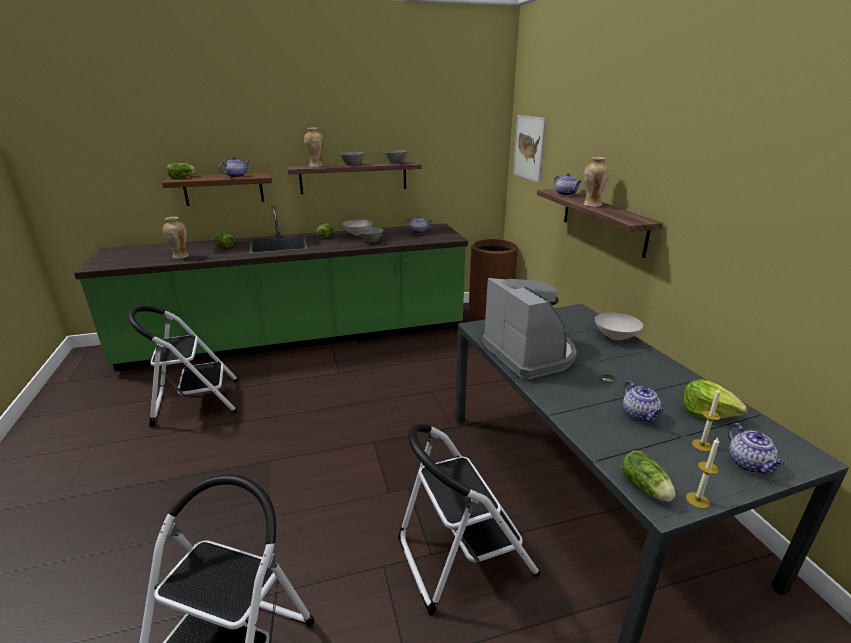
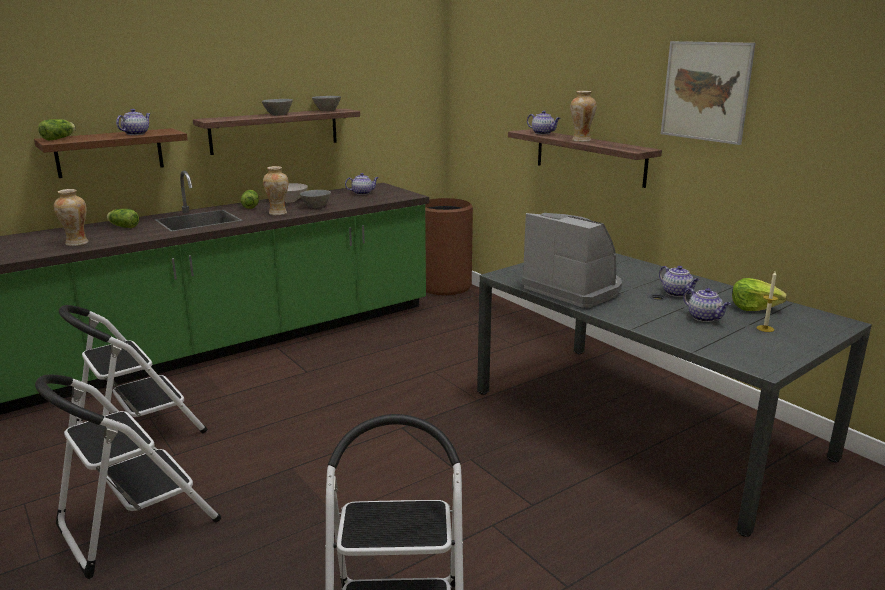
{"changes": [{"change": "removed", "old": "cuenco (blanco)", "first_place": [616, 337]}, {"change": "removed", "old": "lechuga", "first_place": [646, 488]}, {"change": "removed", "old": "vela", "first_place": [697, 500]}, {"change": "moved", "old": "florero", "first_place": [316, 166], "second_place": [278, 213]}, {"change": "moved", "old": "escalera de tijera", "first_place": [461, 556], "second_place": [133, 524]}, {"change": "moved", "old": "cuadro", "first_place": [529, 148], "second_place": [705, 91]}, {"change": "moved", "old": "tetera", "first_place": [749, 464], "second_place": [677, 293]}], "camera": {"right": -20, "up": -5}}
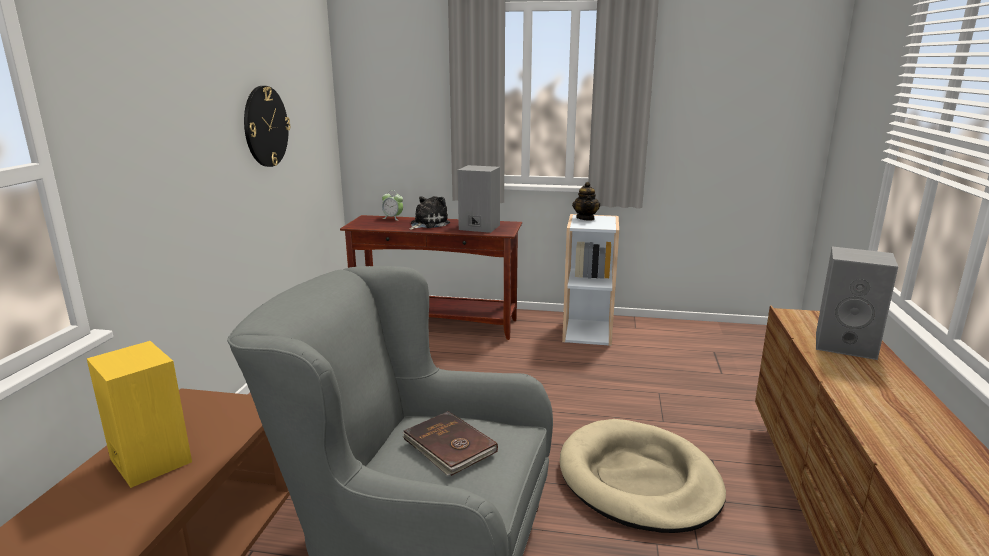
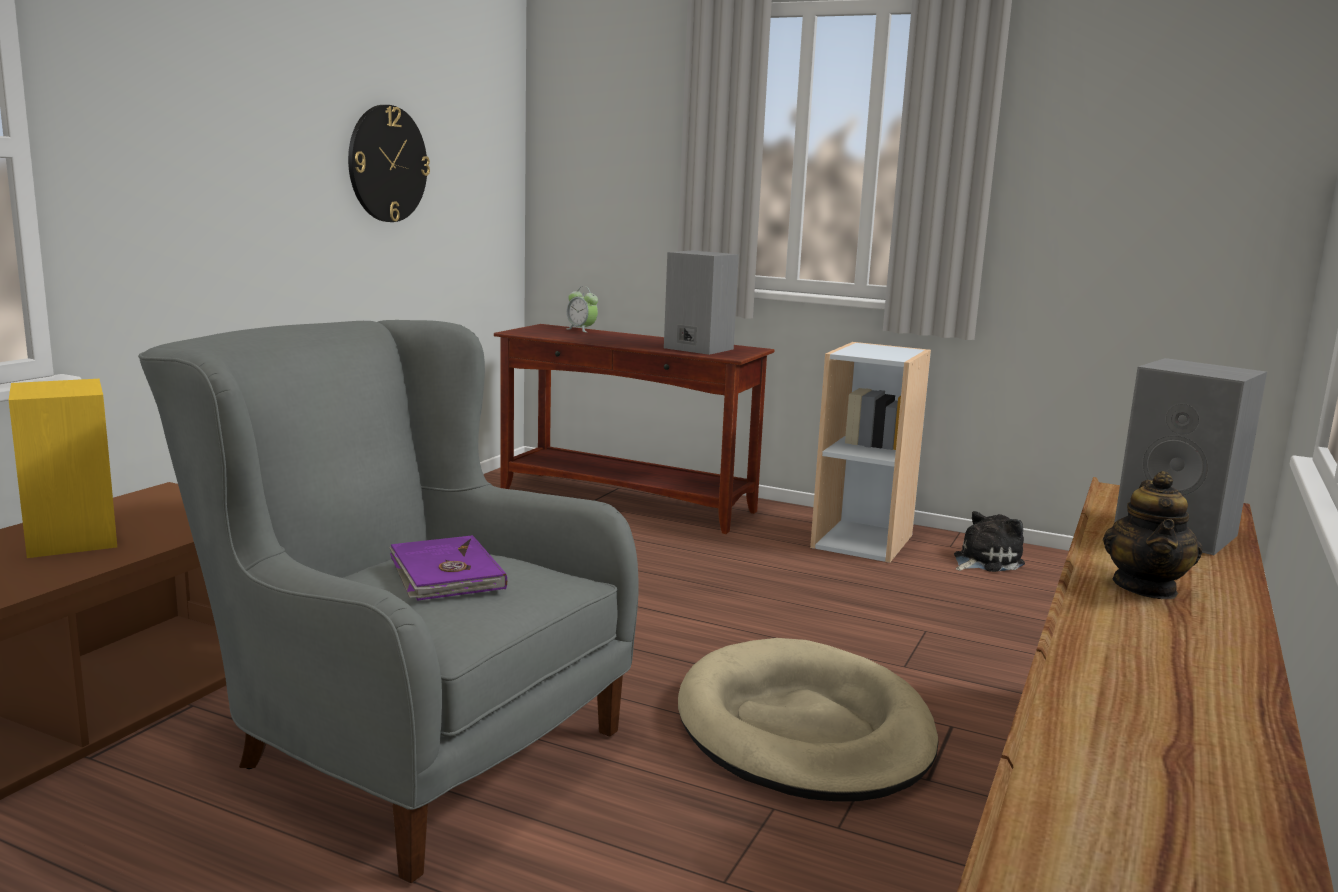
{"changes": [{"change": "moved", "old": "peluche", "first_place": [427, 224], "second_place": [984, 561]}, {"change": "moved", "old": "tetera", "first_place": [585, 218], "second_place": [1146, 588]}, {"change": "recoloured", "old": "libro (marrón)", "new": "libro (morado)", "first_place": [449, 446], "second_place": [444, 574]}], "camera": {"right": 15, "up": -5}}
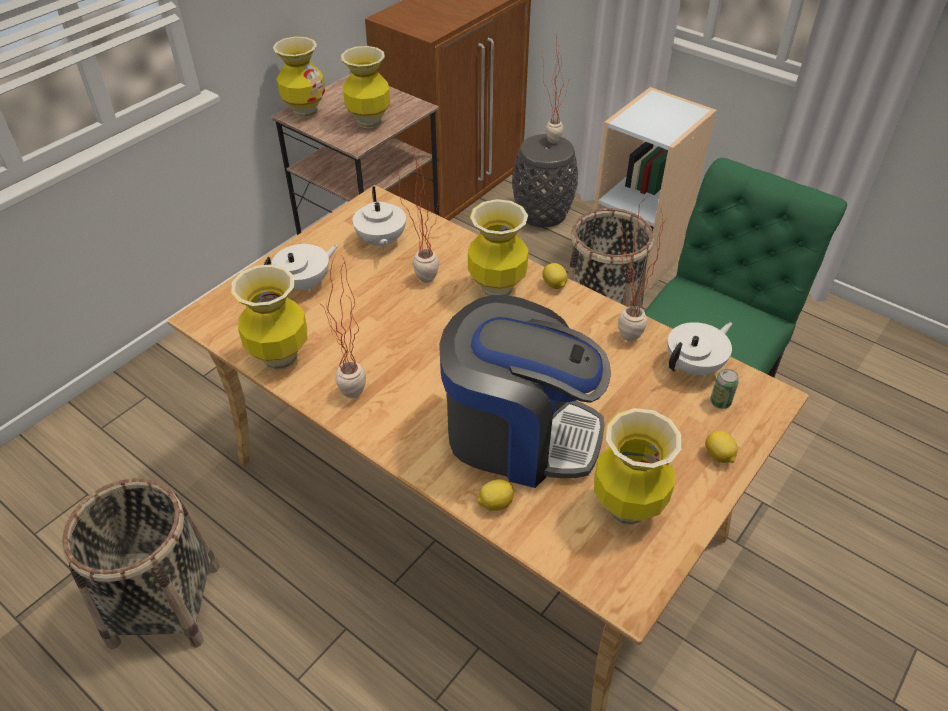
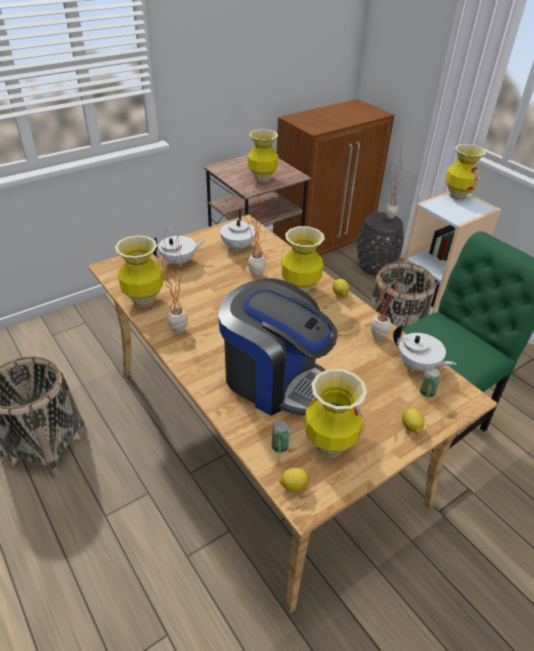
{"changes": [{"change": "added", "new": "lata", "second_place": [280, 446]}, {"change": "moved", "old": "florero", "first_place": [305, 111], "second_place": [457, 196]}, {"change": "moved", "old": "limón", "first_place": [495, 503], "second_place": [293, 486]}, {"change": "turned", "old": "tetera (blanco)", "first_place": [694, 366], "second_place": [417, 365], "degrees": 60}], "camera": {"right": 15, "up": -5}}
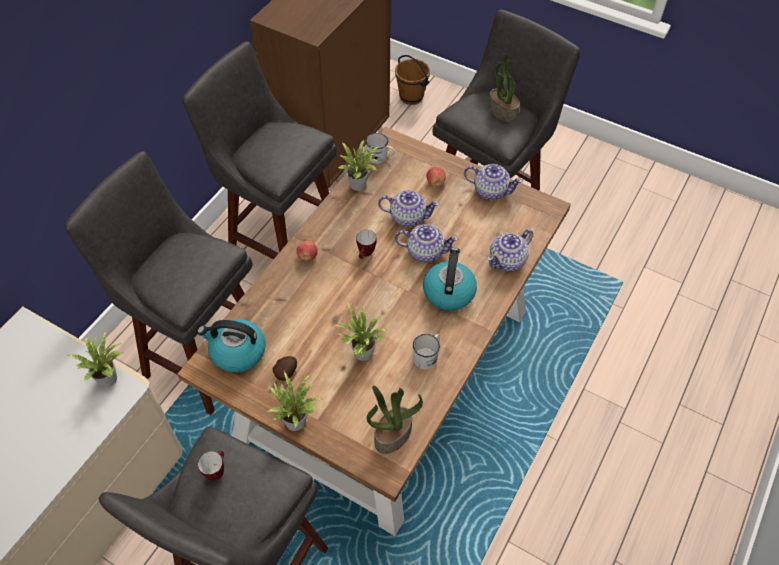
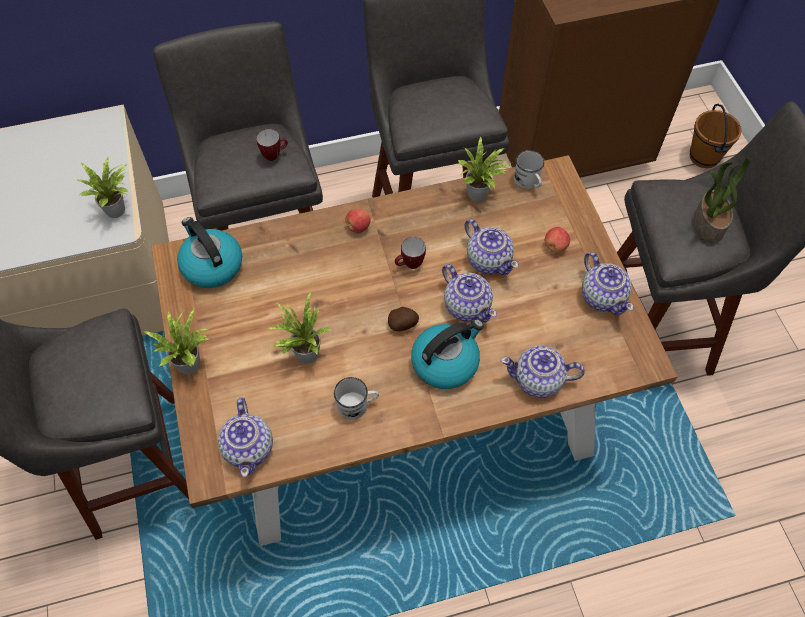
{"changes": [{"change": "moved", "old": "taza grande", "first_place": [216, 471], "second_place": [274, 155]}, {"change": "moved", "old": "patata", "first_place": [286, 372], "second_place": [403, 324]}, {"change": "replaced", "old": "planta en maceta", "new": "tetera", "first_place": [393, 434], "second_place": [249, 447]}], "camera": {"right": 45, "up": 5}}
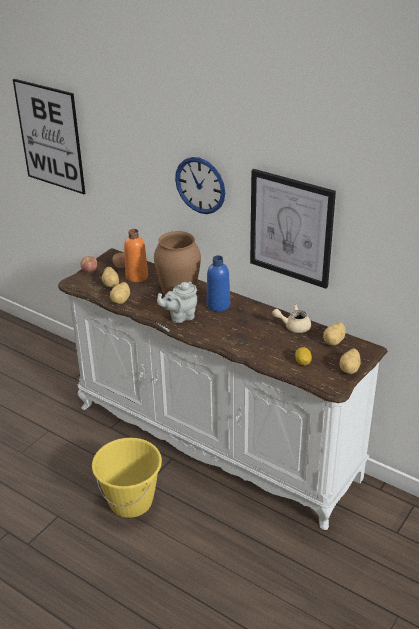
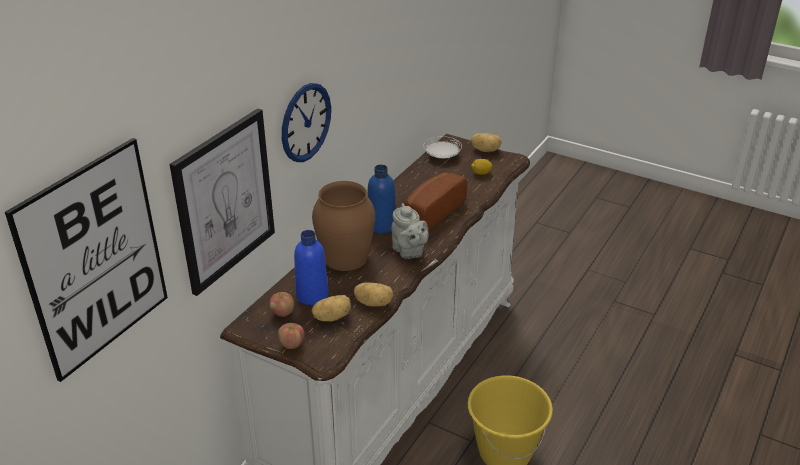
{"changes": [{"change": "removed", "old": "tetera (beis)", "first_place": [293, 326]}, {"change": "added", "new": "pan", "second_place": [431, 212]}, {"change": "moved", "old": "cuadro", "first_place": [291, 228], "second_place": [224, 201]}, {"change": "replaced", "old": "patata", "new": "plato (blanco)", "first_place": [334, 341], "second_place": [442, 156]}, {"change": "recoloured", "old": "botella (naranja)", "new": "botella (azul)", "first_place": [137, 276], "second_place": [312, 295]}], "camera": {"right": -95, "up": 0}}
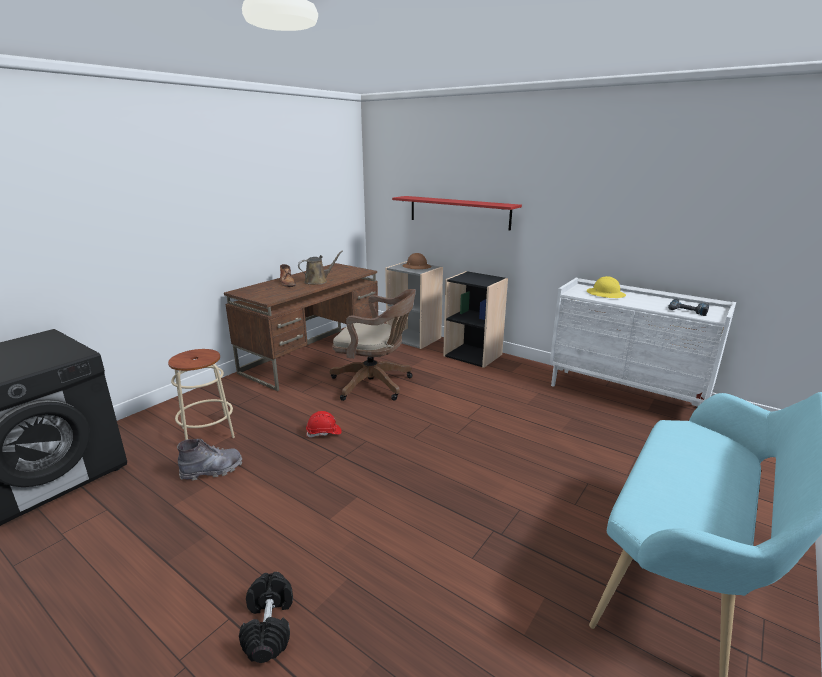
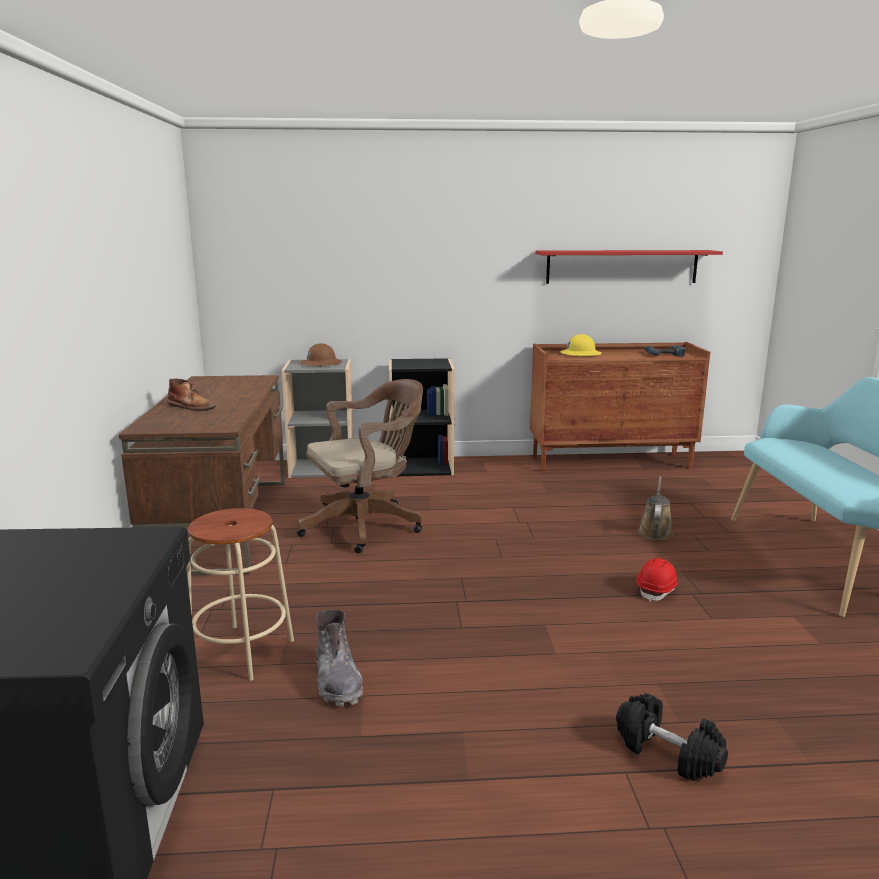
{"changes": [{"change": "moved", "old": "regadera (marrón)", "first_place": [318, 281], "second_place": [655, 531]}, {"change": "moved", "old": "casco (rojo)", "first_place": [324, 433], "second_place": [657, 590]}, {"change": "moved", "old": "estante (rojo)", "first_place": [458, 212], "second_place": [622, 266]}, {"change": "recoloured", "old": "armario (blanco)", "new": "armario (marrón)", "first_place": [625, 396], "second_place": [611, 462]}, {"change": "turned", "old": "bota (gris)", "first_place": [212, 470], "second_place": [337, 681], "degrees": 135}], "camera": {"right": -40, "up": -5}}
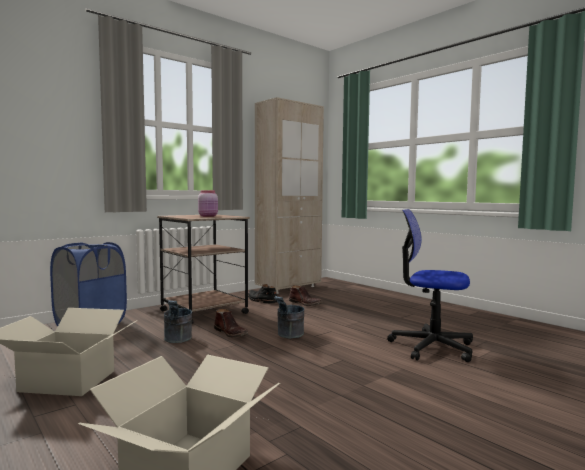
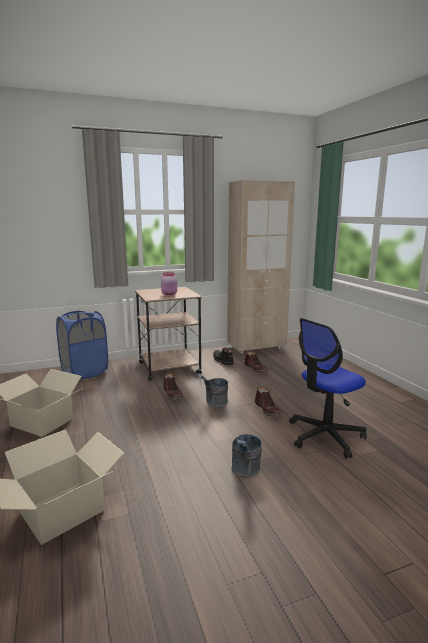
{"changes": [{"change": "added", "new": "bota (marrón)", "second_place": [268, 410]}, {"change": "moved", "old": "cubo (gris)", "first_place": [177, 340], "second_place": [245, 471]}, {"change": "turned", "old": "silla de oficina", "first_place": [431, 347], "second_place": [325, 436], "degrees": -75}], "camera": {"right": 20, "up": 10}}
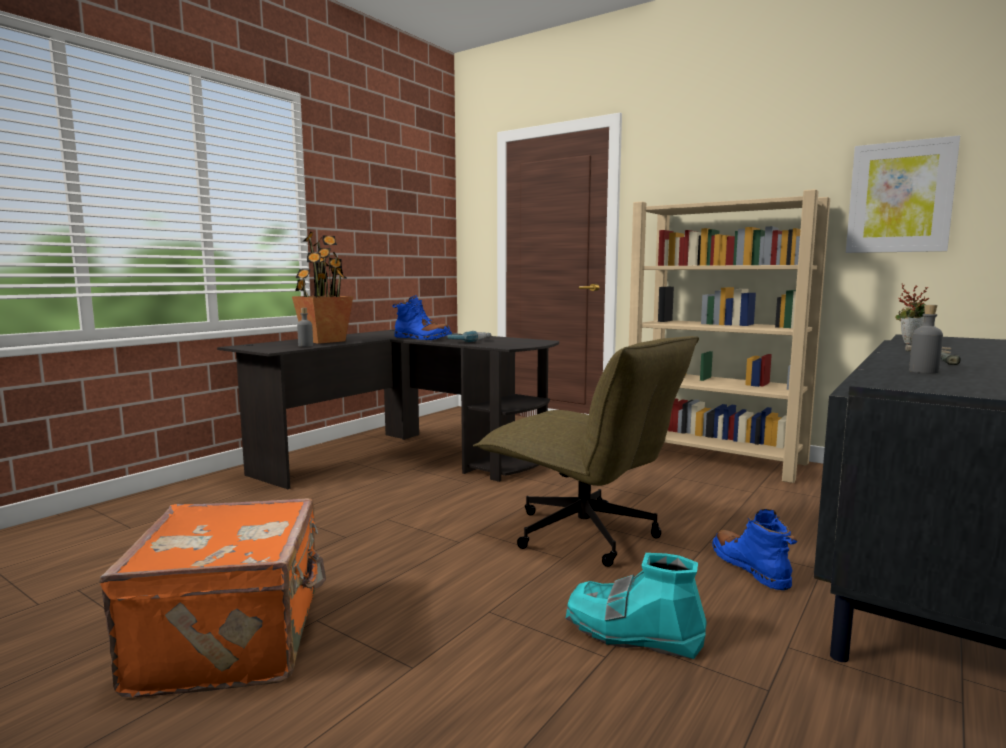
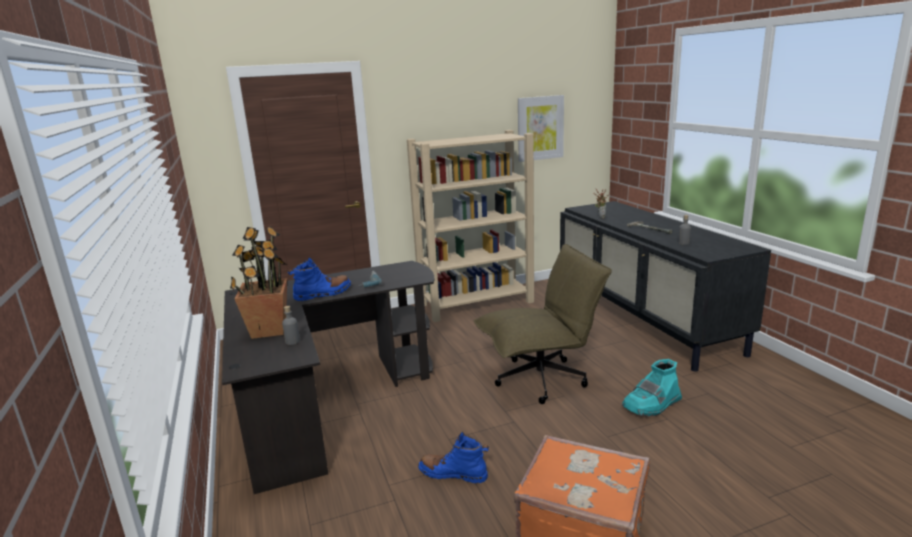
{"changes": [{"change": "moved", "old": "bota (azul)", "first_place": [750, 568], "second_place": [453, 474]}], "camera": {"right": -55, "up": 10}}
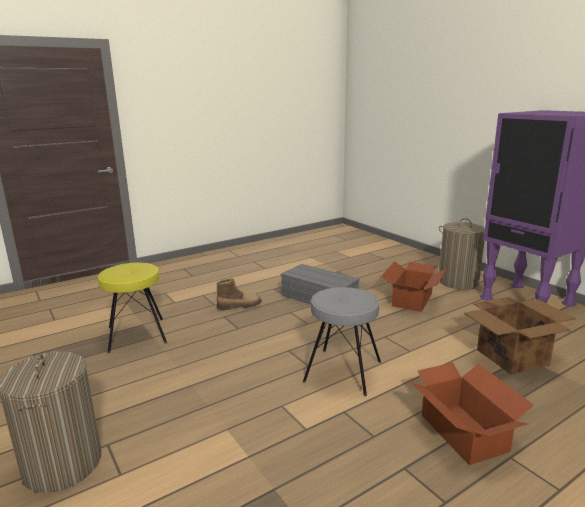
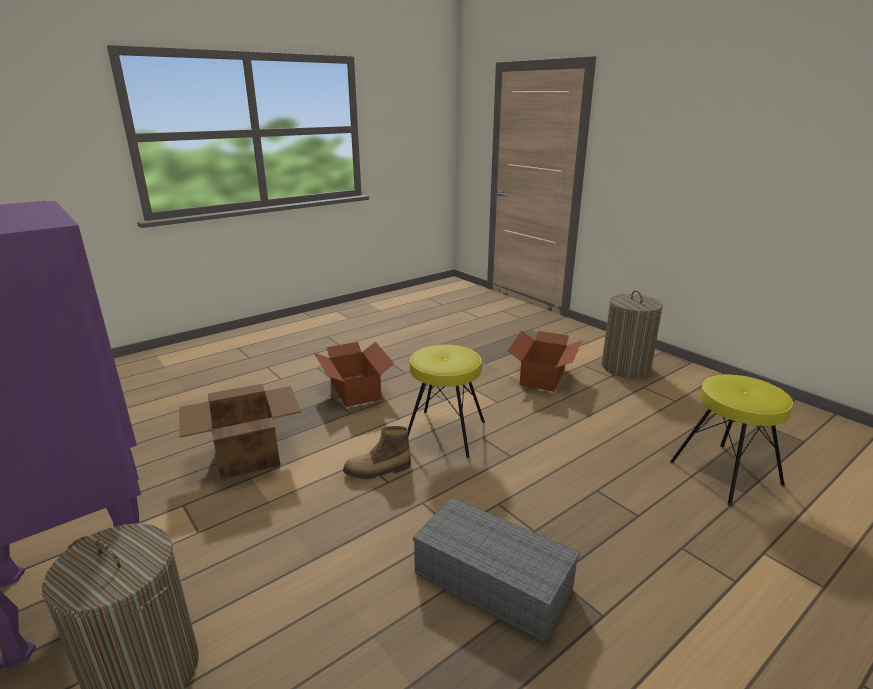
{"changes": [{"change": "moved", "old": "bota", "first_place": [239, 306], "second_place": [378, 470]}, {"change": "moved", "old": "caja de cartón", "first_place": [411, 300], "second_place": [543, 376]}, {"change": "recoloured", "old": "taburete (gris)", "new": "taburete (amarillo)", "first_place": [342, 371], "second_place": [445, 433]}], "camera": {"right": 175, "up": 5}}
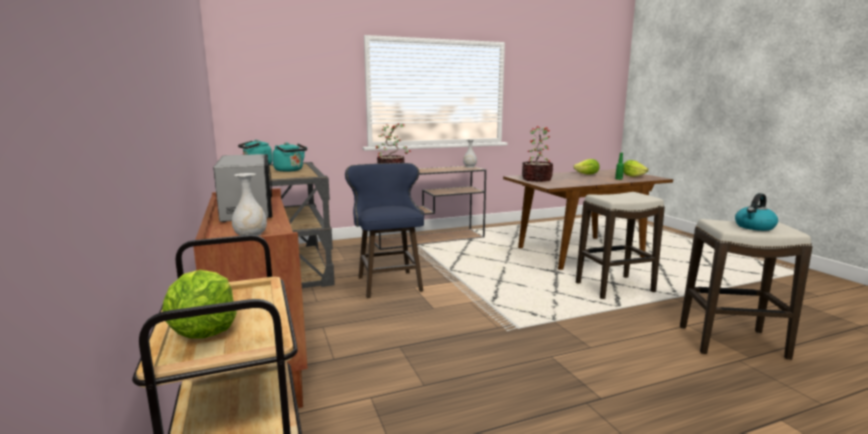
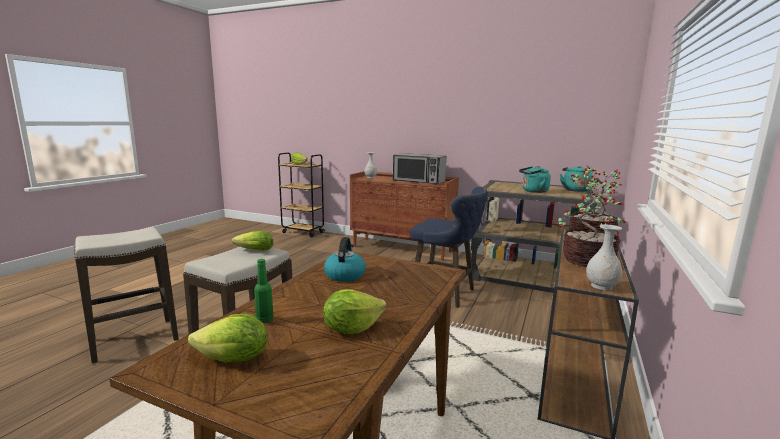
{"changes": [{"change": "added", "new": "lechuga", "second_place": [253, 250]}, {"change": "moved", "old": "planta en maceta", "first_place": [537, 179], "second_place": [586, 260]}, {"change": "moved", "old": "hervidor", "first_place": [754, 227], "second_place": [345, 275]}], "camera": {"right": 135, "up": 0}}
